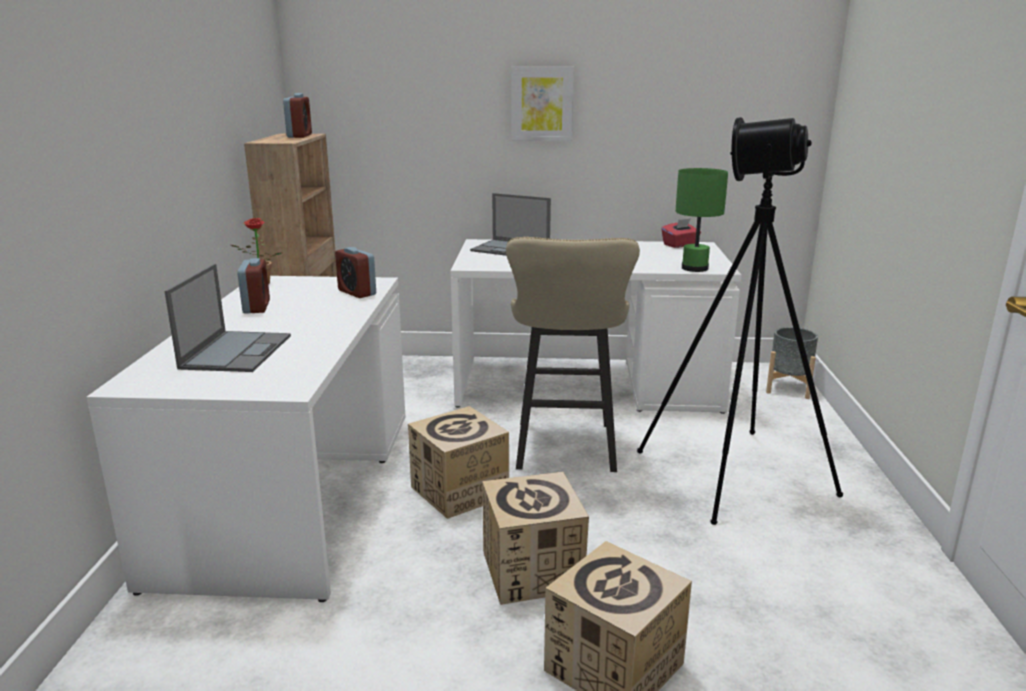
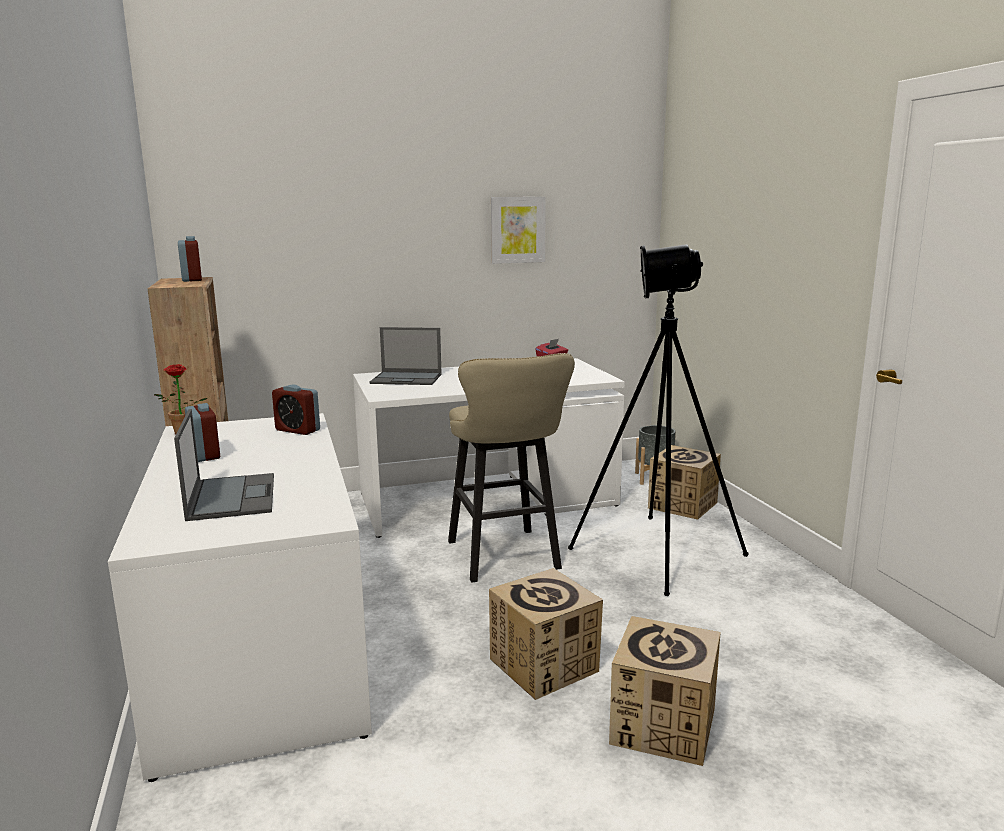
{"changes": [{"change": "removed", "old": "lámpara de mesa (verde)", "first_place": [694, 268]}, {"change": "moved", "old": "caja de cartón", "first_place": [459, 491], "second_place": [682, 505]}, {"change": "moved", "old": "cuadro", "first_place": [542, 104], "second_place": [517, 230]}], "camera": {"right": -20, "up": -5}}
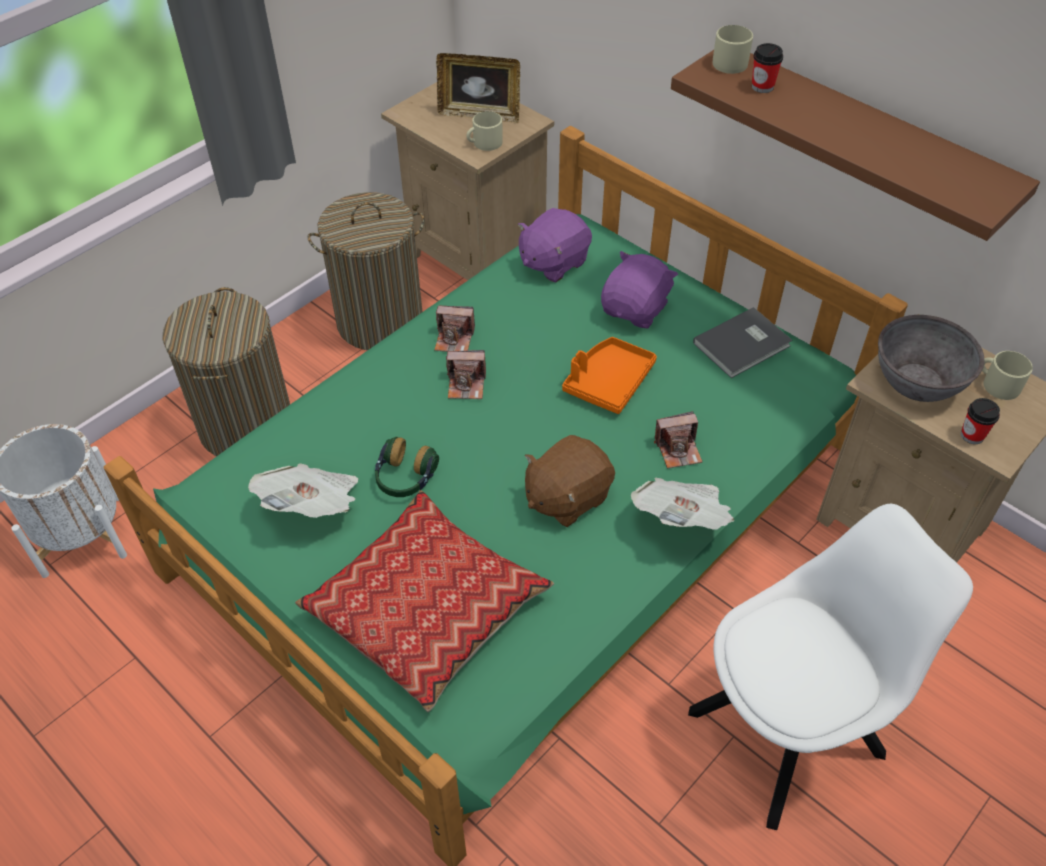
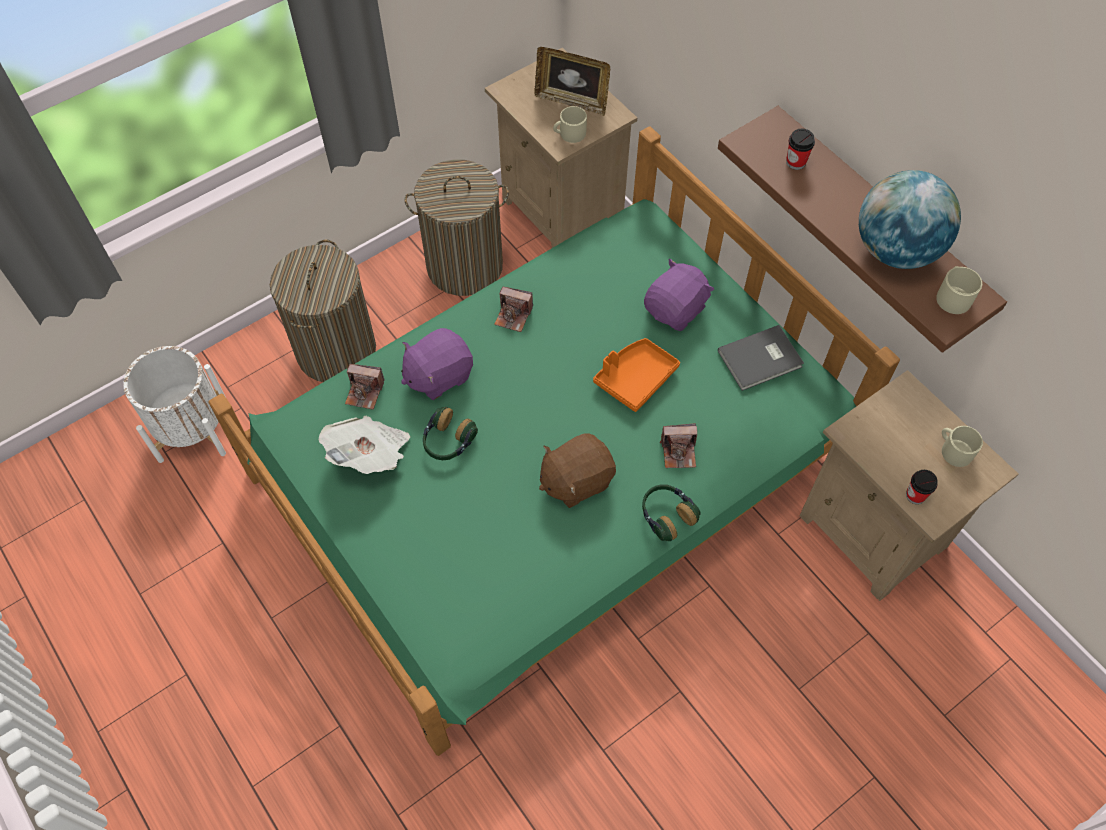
{"changes": [{"change": "removed", "old": "cojín", "first_place": [427, 608]}, {"change": "removed", "old": "silla (blanco)", "first_place": [788, 734]}, {"change": "removed", "old": "cuenco (gris)", "first_place": [918, 381]}, {"change": "added", "new": "globo terráqueo", "second_place": [895, 250]}, {"change": "moved", "old": "cámara", "first_place": [466, 384], "second_place": [364, 392]}, {"change": "moved", "old": "peluche (morado)", "first_place": [553, 262], "second_place": [438, 375]}, {"change": "moved", "old": "taza grande (beis)", "first_place": [728, 61], "second_place": [953, 296]}, {"change": "replaced", "old": "periódico", "new": "auriculares", "first_place": [682, 518], "second_place": [666, 515]}], "camera": {"right": 10, "up": 10}}
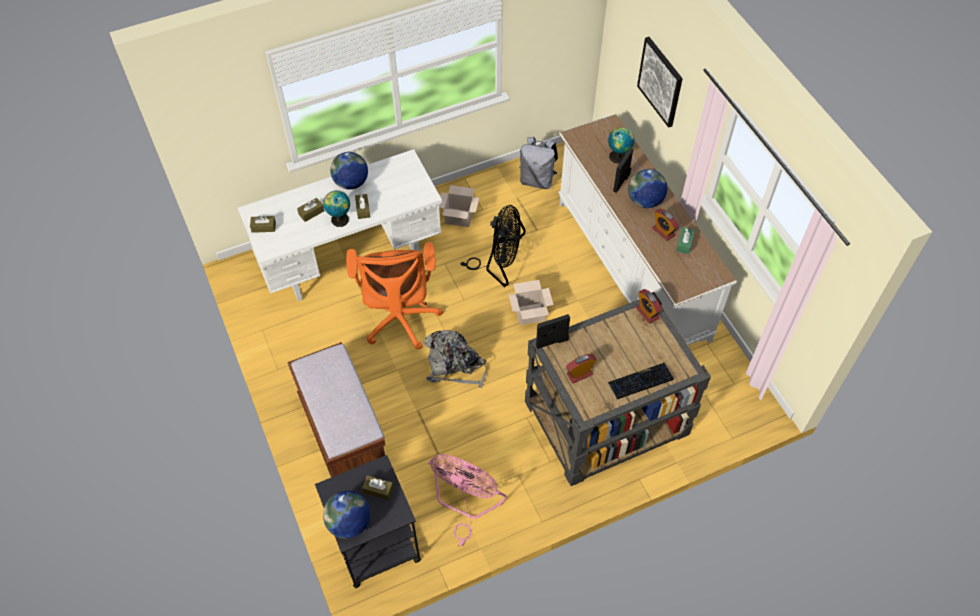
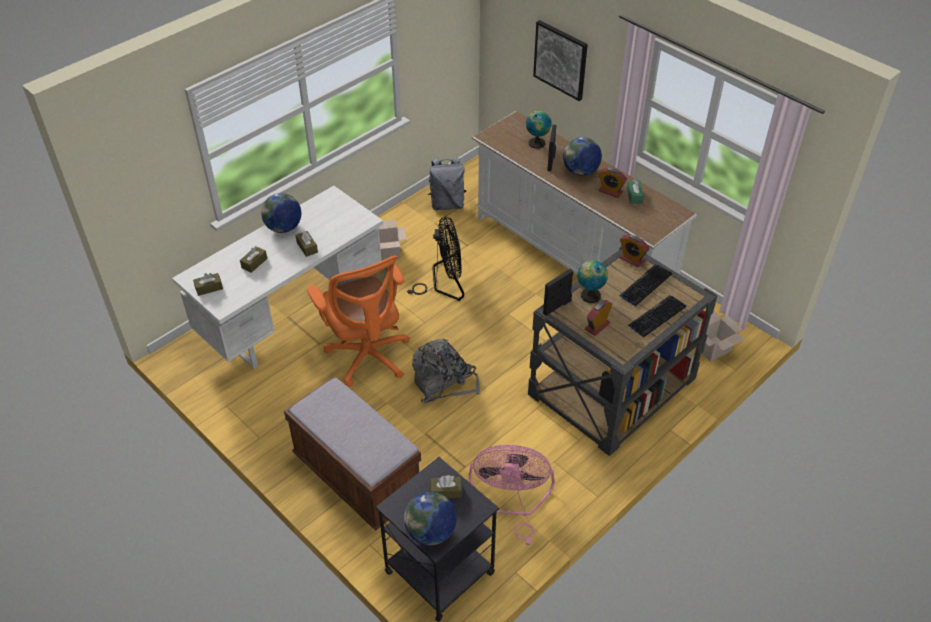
{"changes": [{"change": "added", "new": "teclado", "second_place": [645, 285]}, {"change": "moved", "old": "globo terráqueo", "first_place": [339, 219], "second_place": [589, 295]}, {"change": "moved", "old": "caja de cartón", "first_place": [529, 314], "second_place": [712, 349]}], "camera": {"right": -20, "up": -10}}
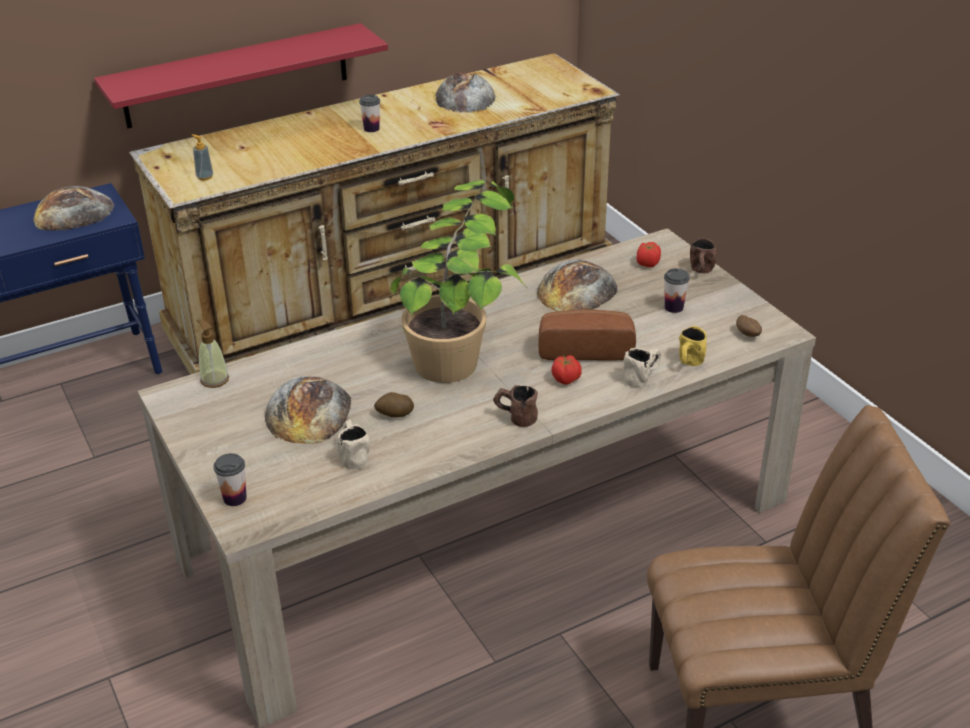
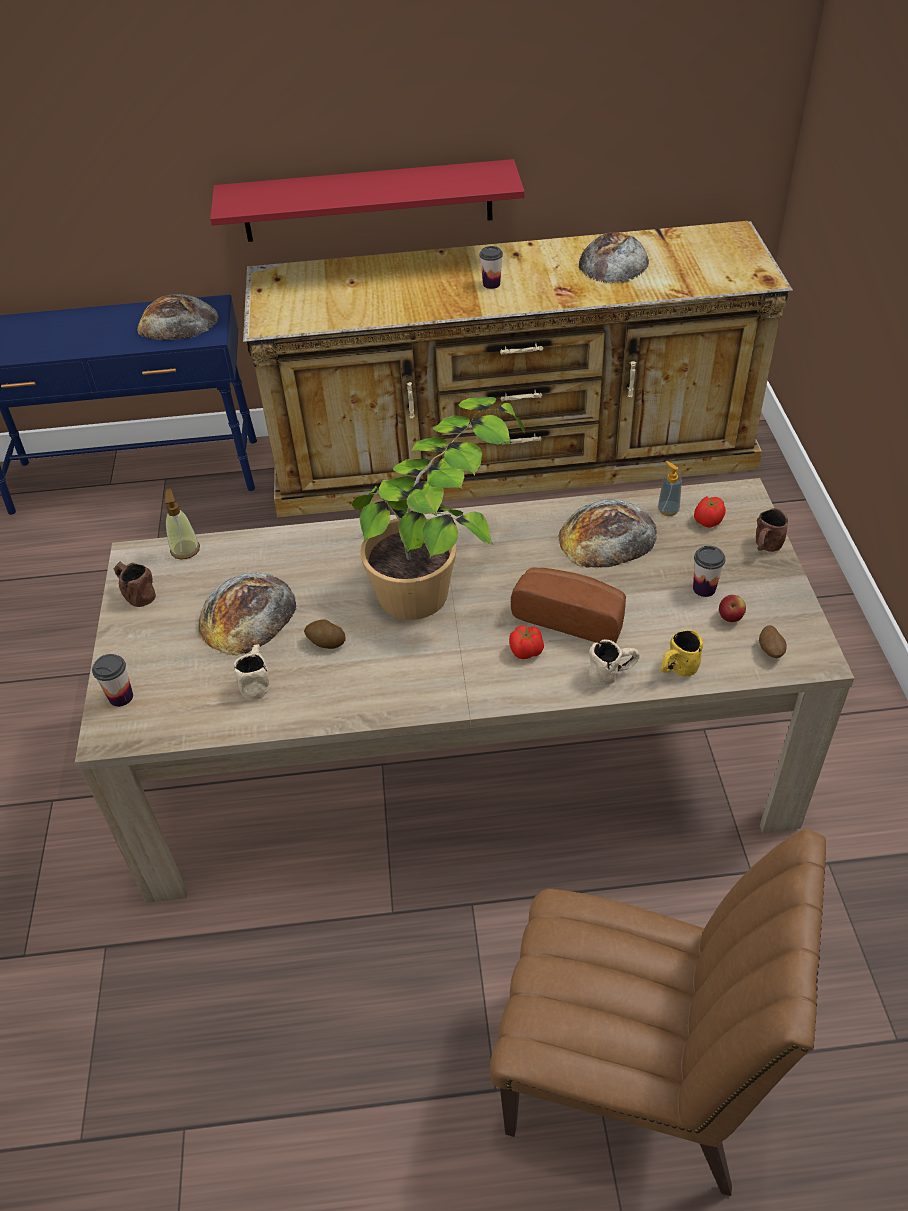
{"changes": [{"change": "added", "new": "manzana", "second_place": [730, 618]}, {"change": "moved", "old": "dispensador de jabón", "first_place": [205, 177], "second_place": [668, 510]}, {"change": "moved", "old": "taza grande (marrón)", "first_place": [515, 417], "second_place": [135, 594]}], "camera": {"right": 25, "up": 10}}
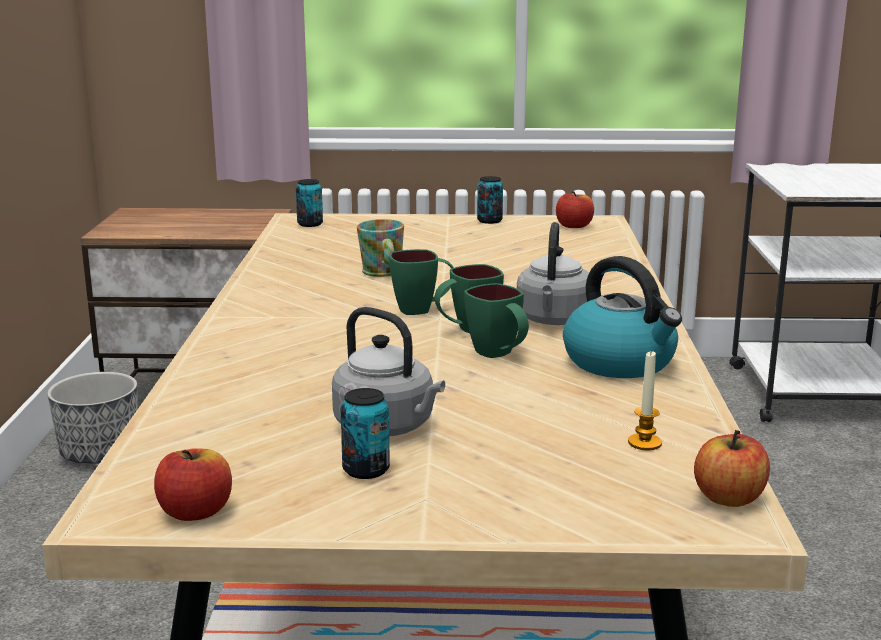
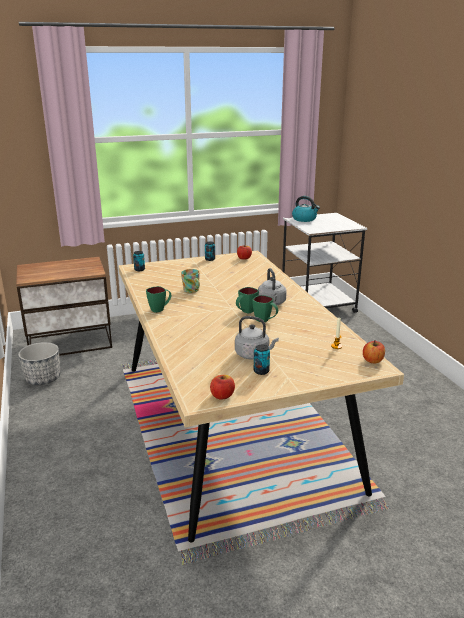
{"changes": [{"change": "moved", "old": "taza grande (verde)", "first_place": [423, 309], "second_place": [160, 309]}, {"change": "moved", "old": "hervidor", "first_place": [621, 362], "second_place": [304, 219]}], "camera": {"right": -20, "up": 5}}
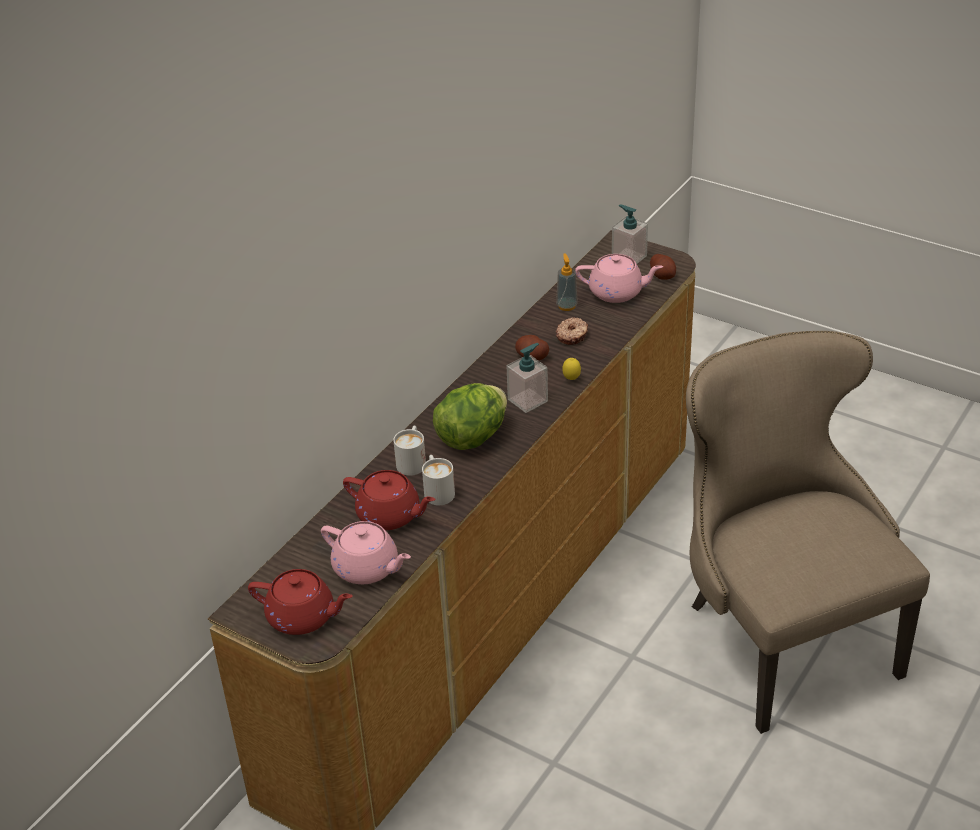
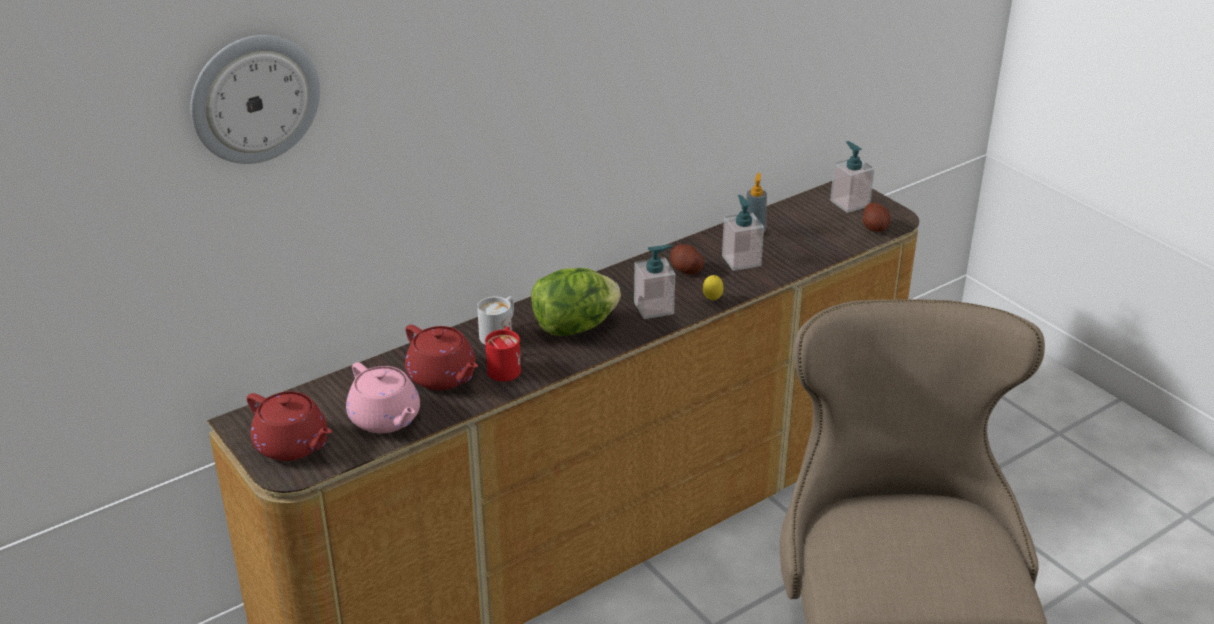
{"changes": [{"change": "removed", "old": "tetera (rosa)", "first_place": [617, 292]}, {"change": "added", "new": "reloj de pared", "second_place": [254, 98]}, {"change": "replaced", "old": "rosquilla", "new": "dispensador de jabón", "first_place": [572, 336], "second_place": [741, 260]}, {"change": "recoloured", "old": "taza grande (blanco)", "new": "taza grande (rojo)", "first_place": [437, 490], "second_place": [505, 366]}], "camera": {"right": 20, "up": -5}}
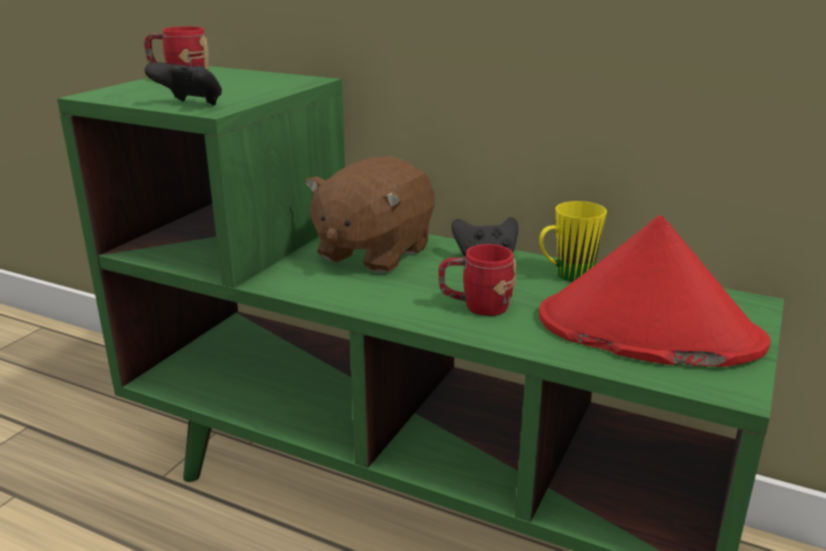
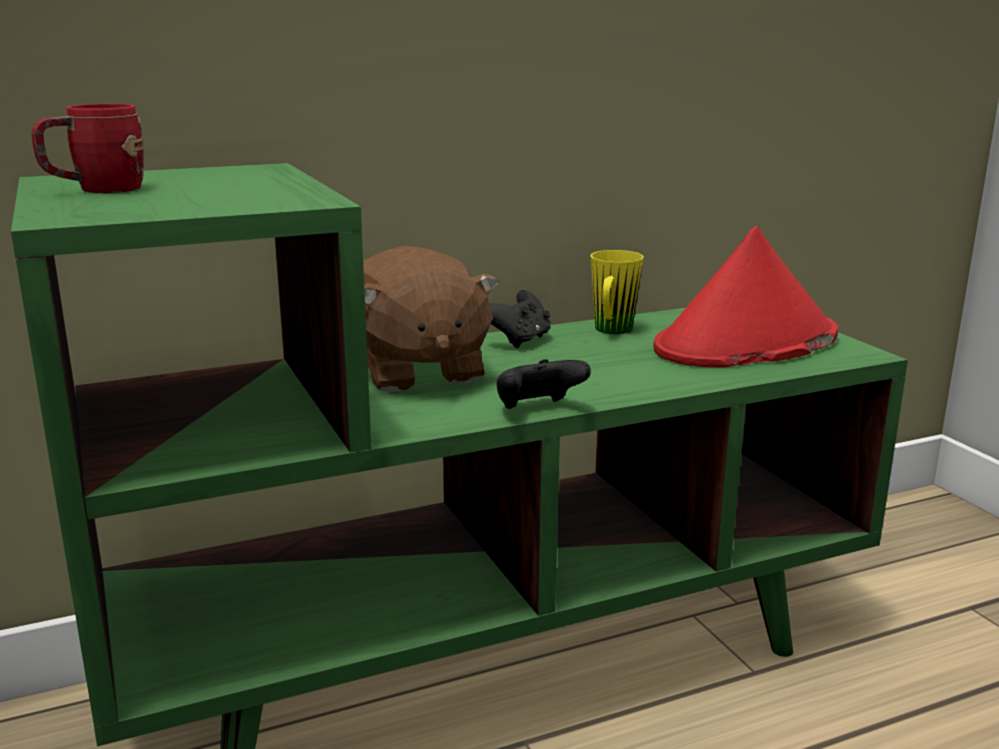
{"changes": [{"change": "removed", "old": "taza grande (rojo)", "first_place": [476, 307]}, {"change": "moved", "old": "mando de consola (negro)", "first_place": [190, 105], "second_place": [538, 409]}], "camera": {"right": -50, "up": -5}}
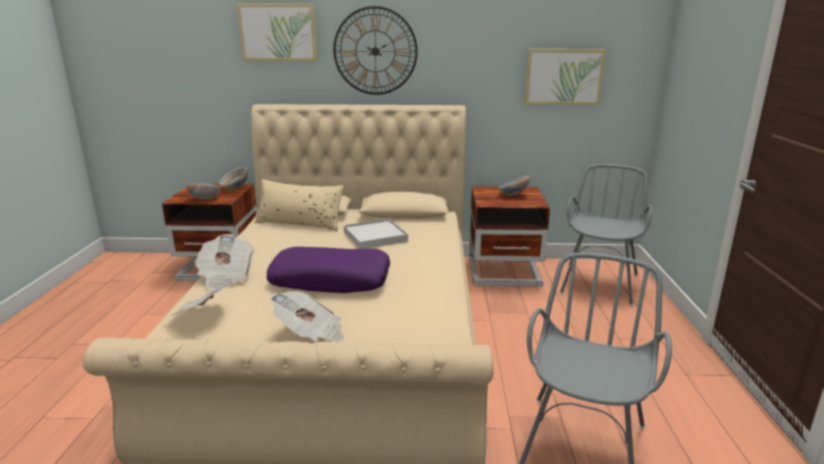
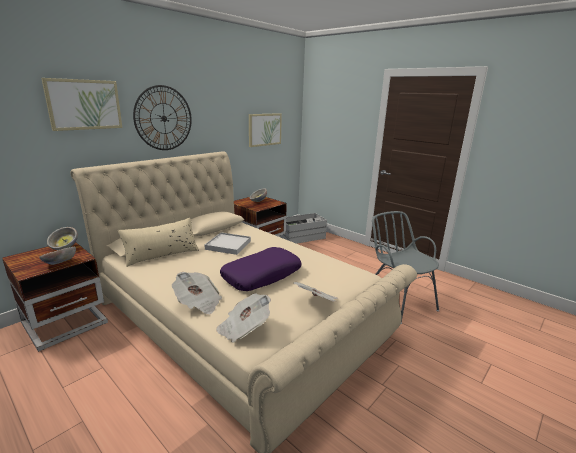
{"changes": [{"change": "replaced", "old": "silla (gris)", "new": "caja de almacenaje (gris)", "first_place": [599, 282], "second_place": [301, 237]}], "camera": {"right": -50, "up": 0}}
